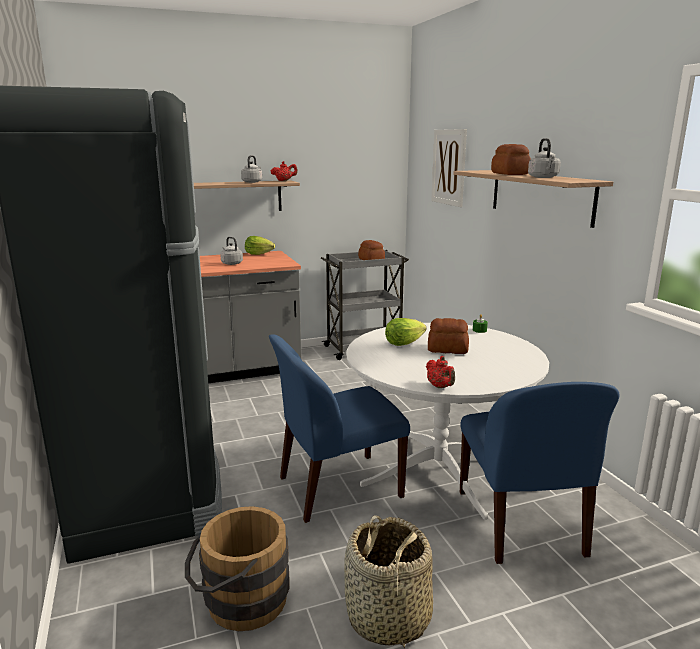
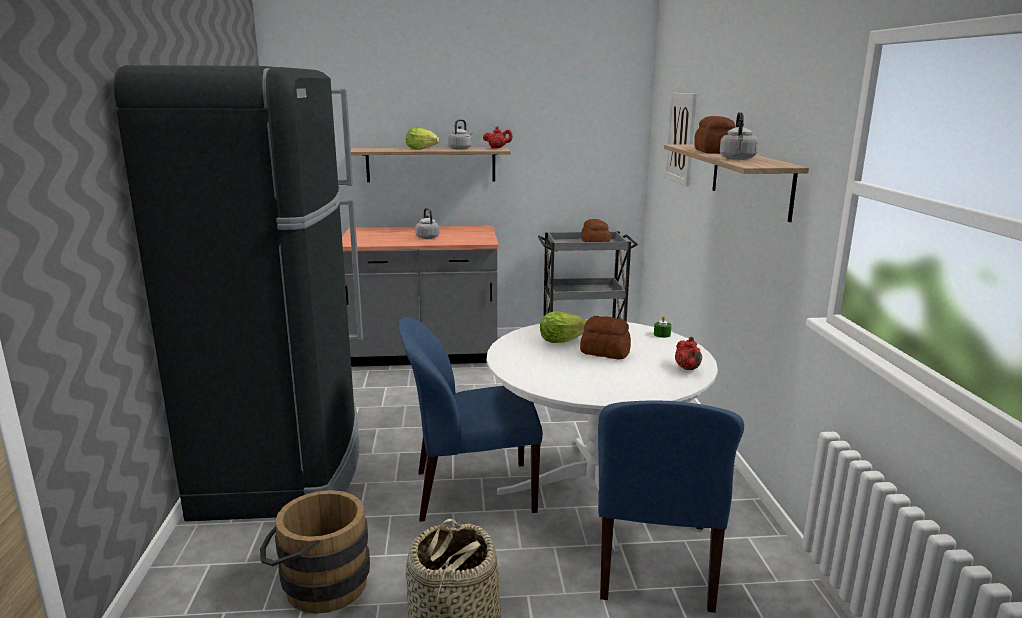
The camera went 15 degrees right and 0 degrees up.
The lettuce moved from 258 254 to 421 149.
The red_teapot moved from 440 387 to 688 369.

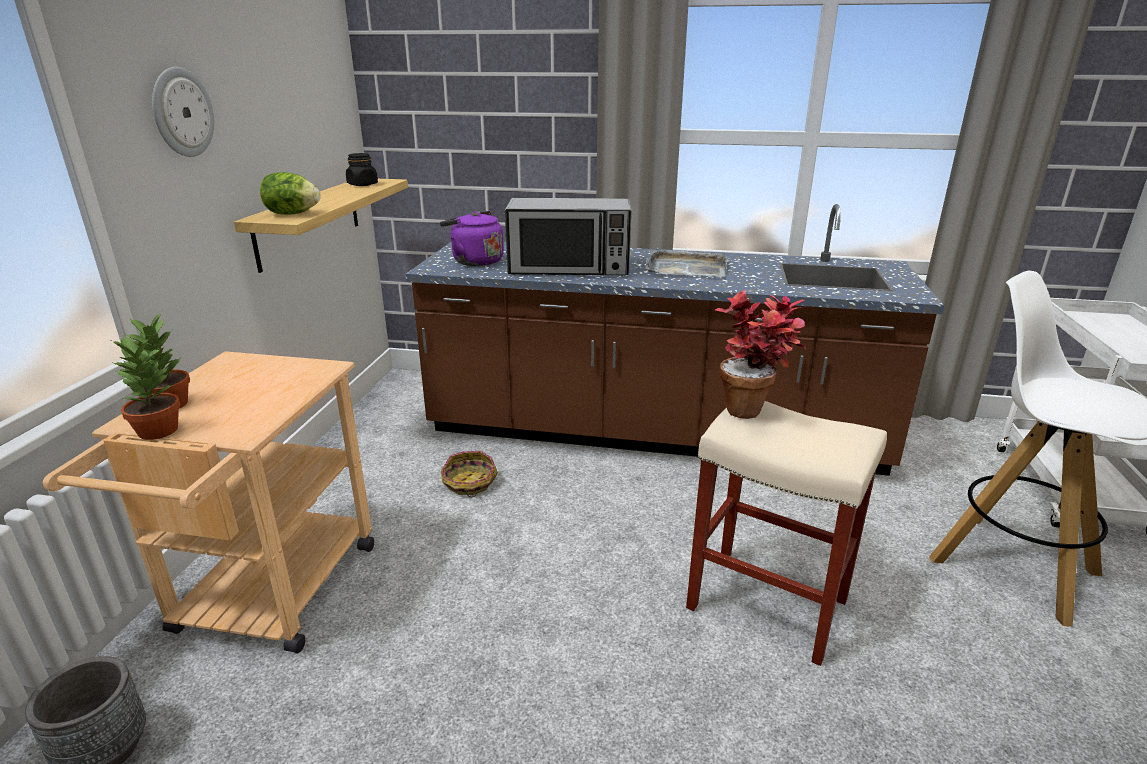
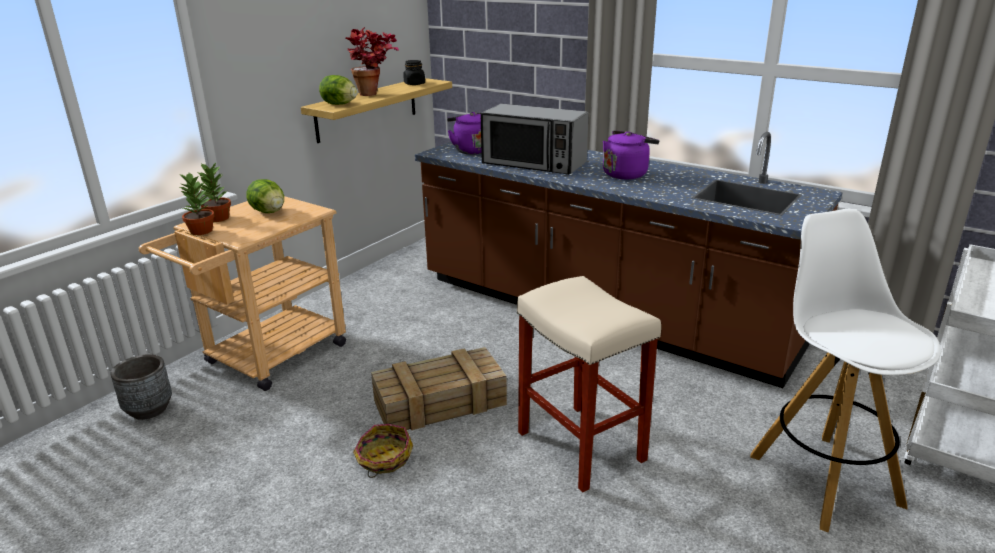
The camera went 25 degrees right and 0 degrees up.
The wall_clock at 182 112 disappeared.
The basket moved from 469 483 to 384 459.
The grey_tray at 685 268 was replaced by the purple_kettle at 626 174.
The potted_plant moved from 754 409 to 375 94.
The lettuce at 269 212 appeared.
The crate at 441 402 appeared.

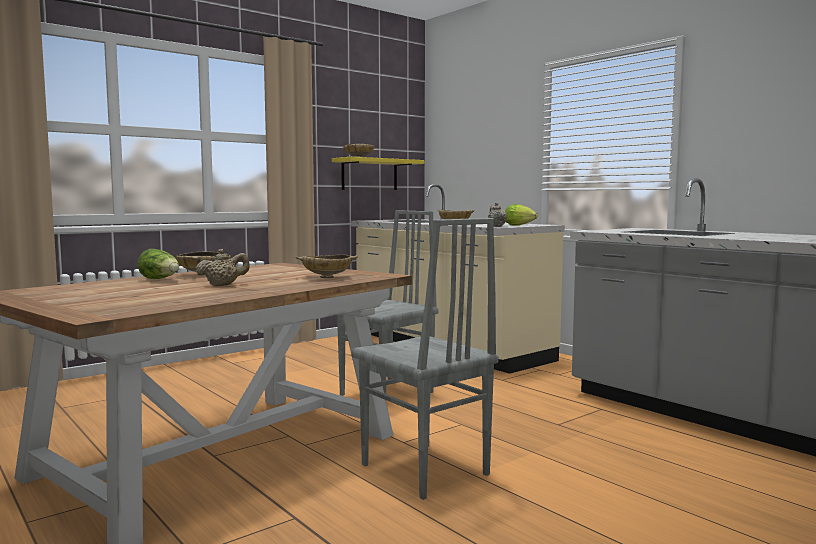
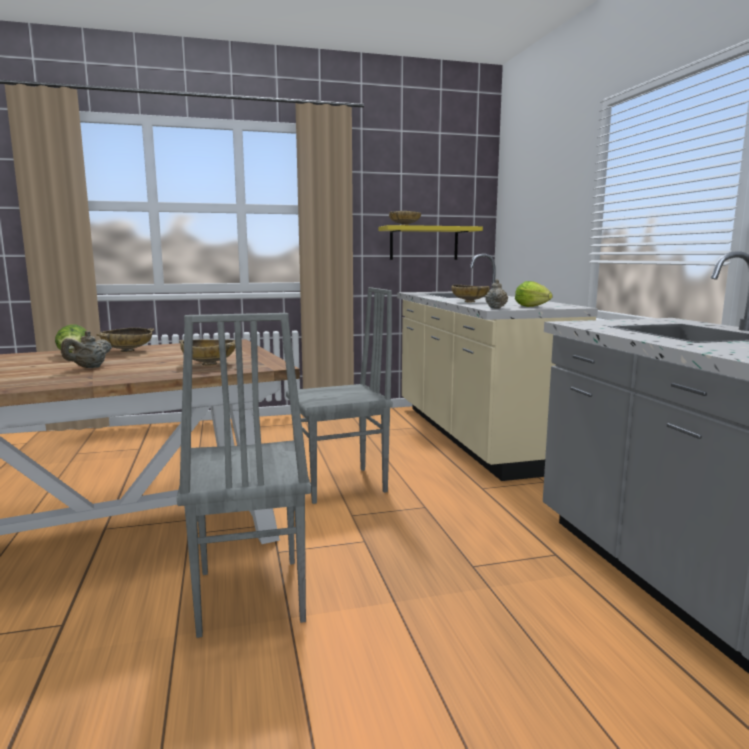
The camera went 25 degrees right and 5 degrees up.
The beige_teapot at 223 285 turned 120 degrees clockwise.

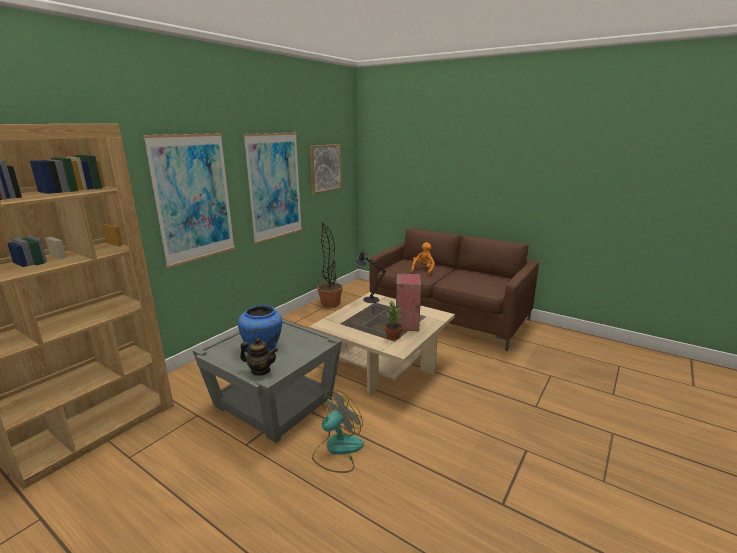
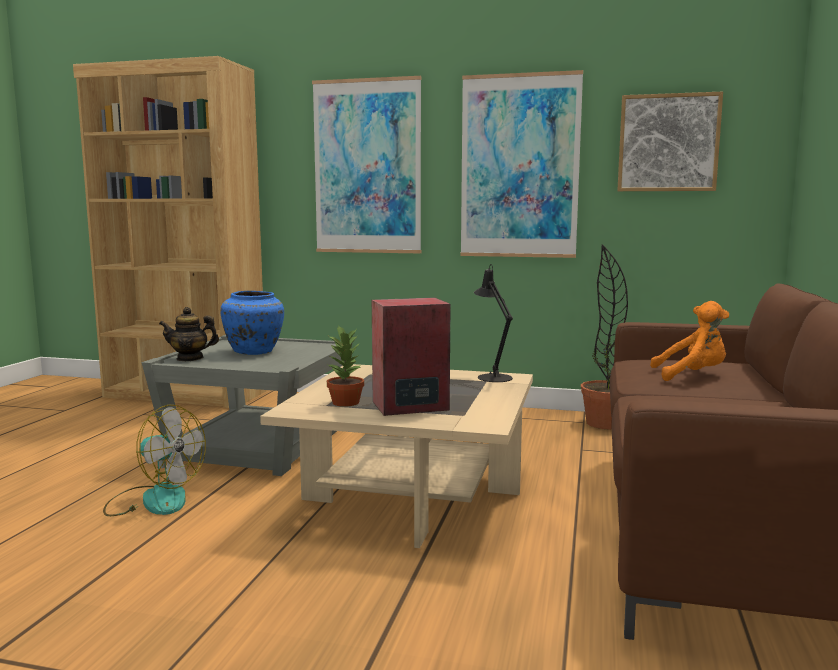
The camera went 70 degrees right and 10 degrees down.
The teapot at 260 371 turned 90 degrees clockwise.

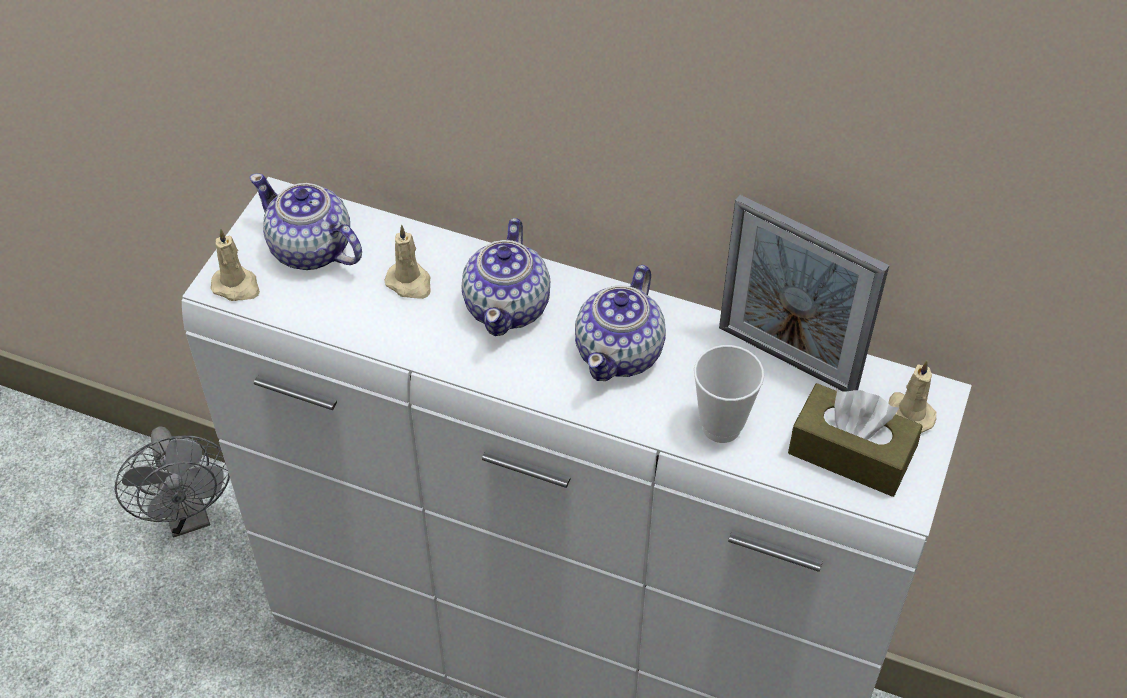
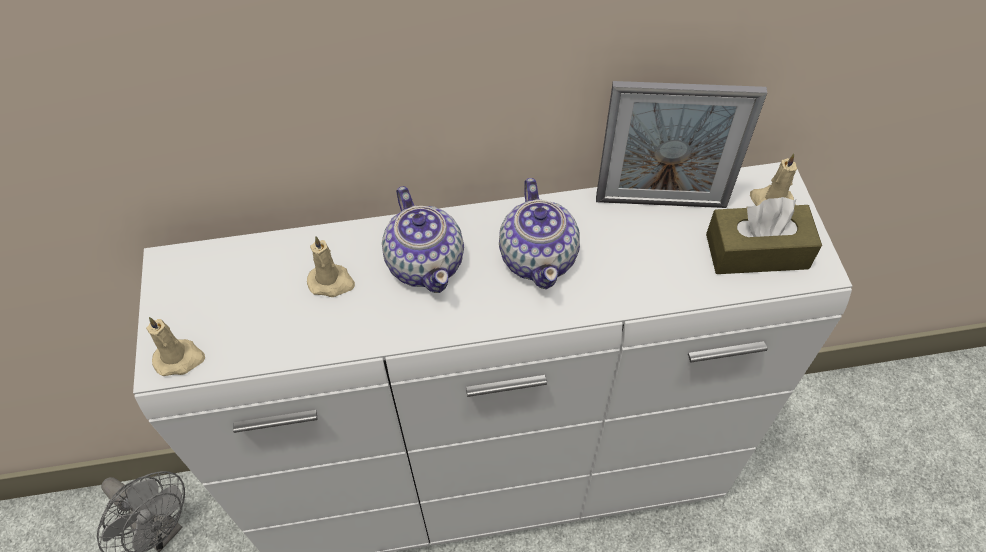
The camera went 30 degrees left and 5 degrees up.
The teapot at 311 250 disappeared.
The cup at 721 427 disappeared.

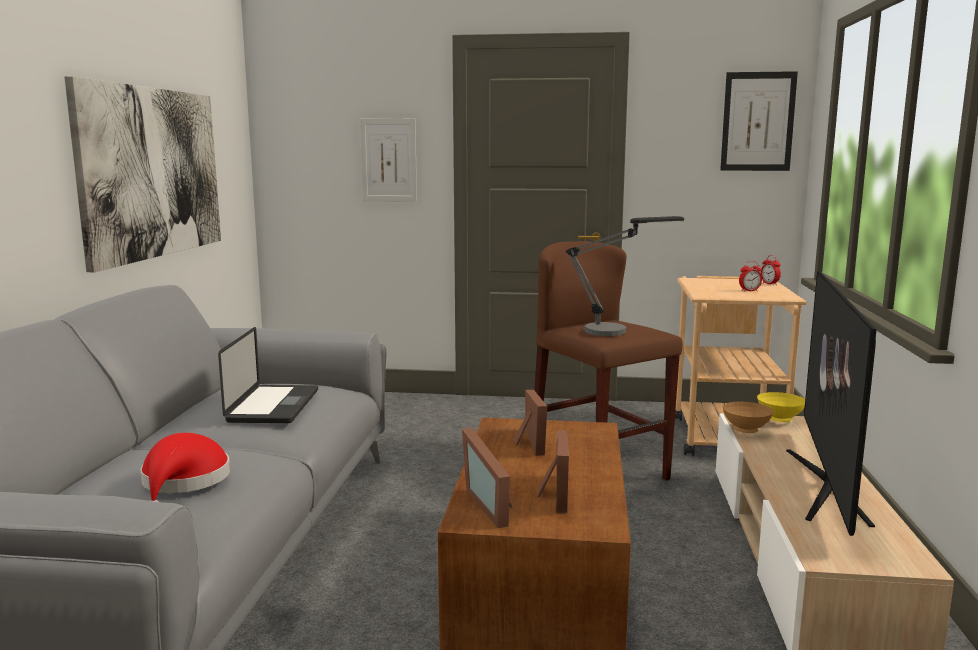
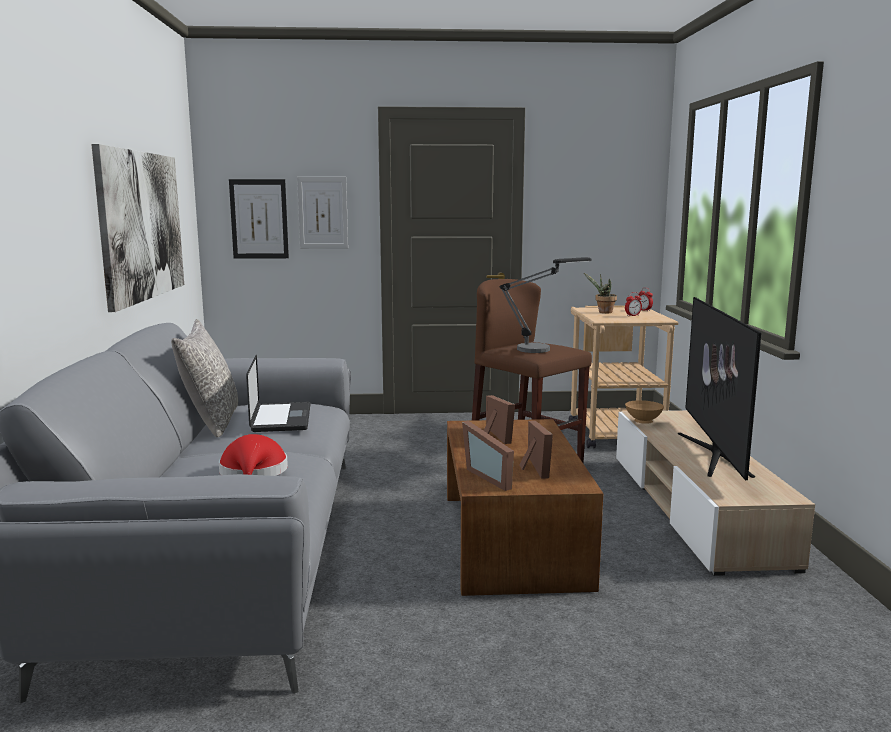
The camera went 10 degrees left and 0 degrees up.
The picture moved from 758 121 to 259 219.
The yellow_bowl at 780 420 disappeared.
The grey_pillow at 211 421 appeared.
The potted_plant at 603 312 appeared.

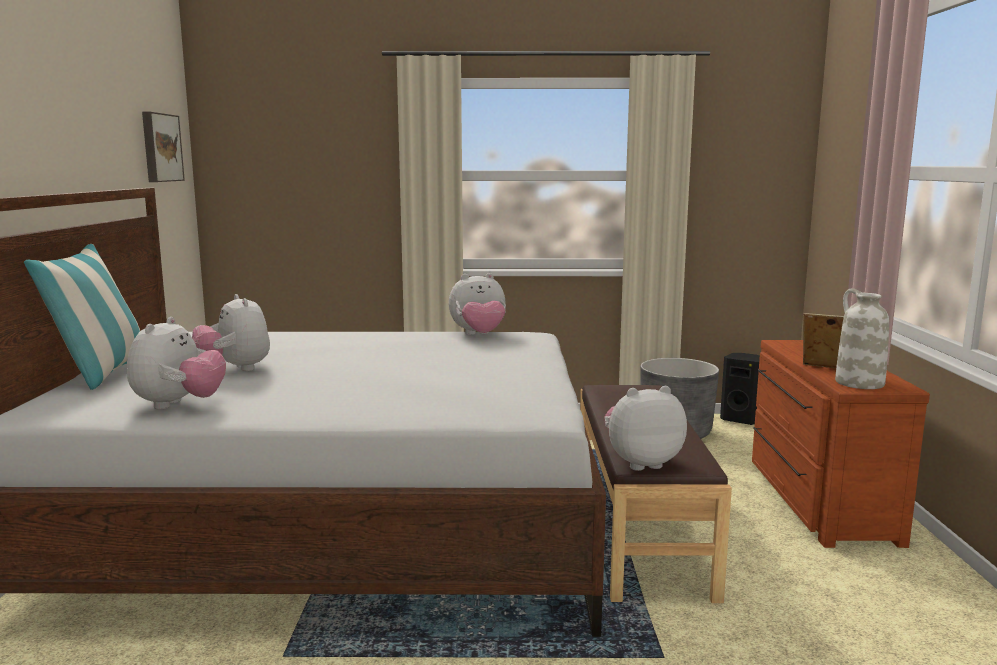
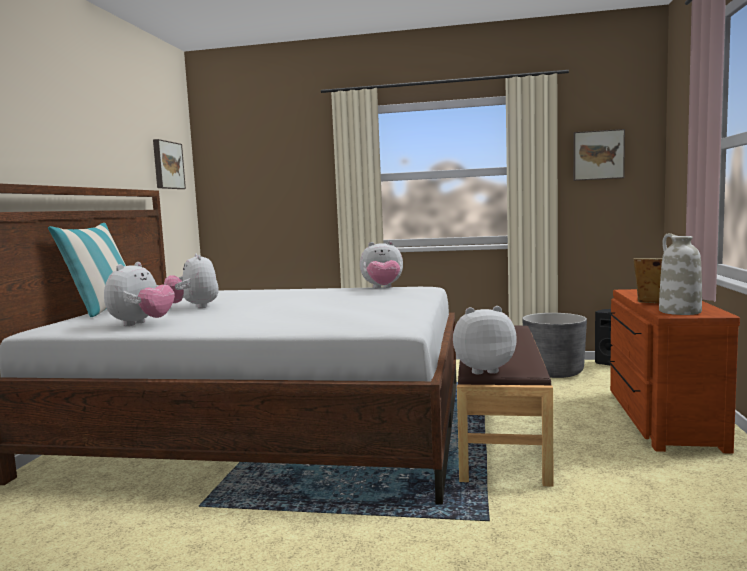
The camera went 10 degrees right and 5 degrees down.
The picture at 598 155 appeared.

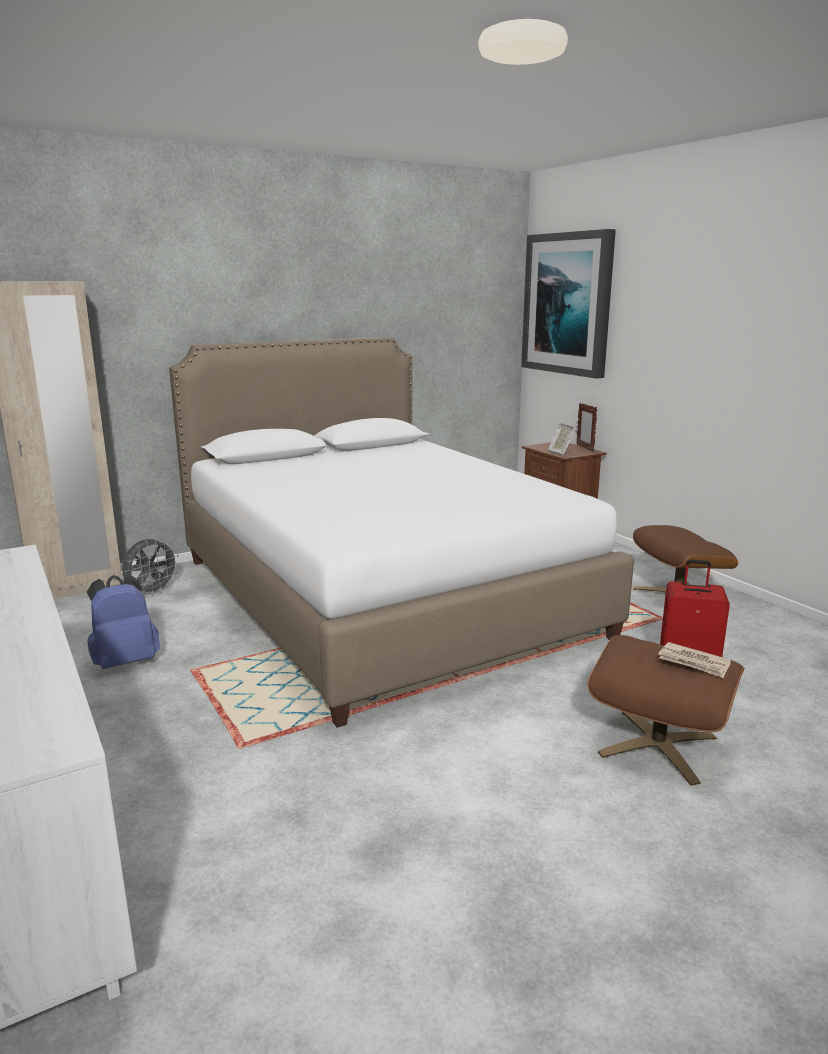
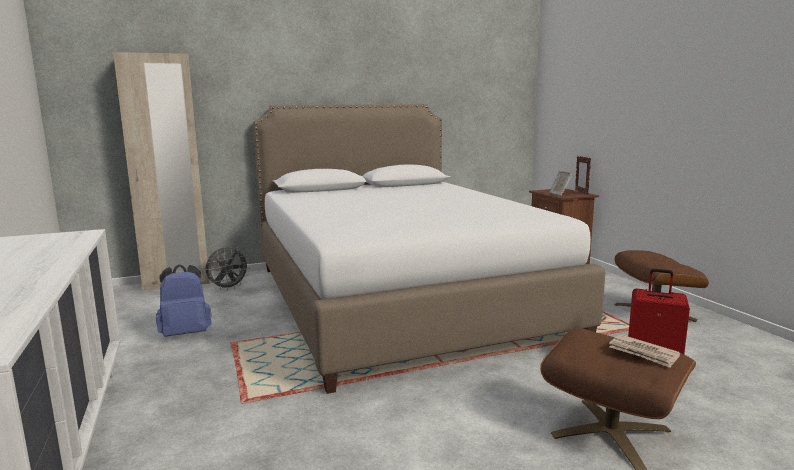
The camera went 10 degrees right and 5 degrees down.
The picture at 568 304 disappeared.

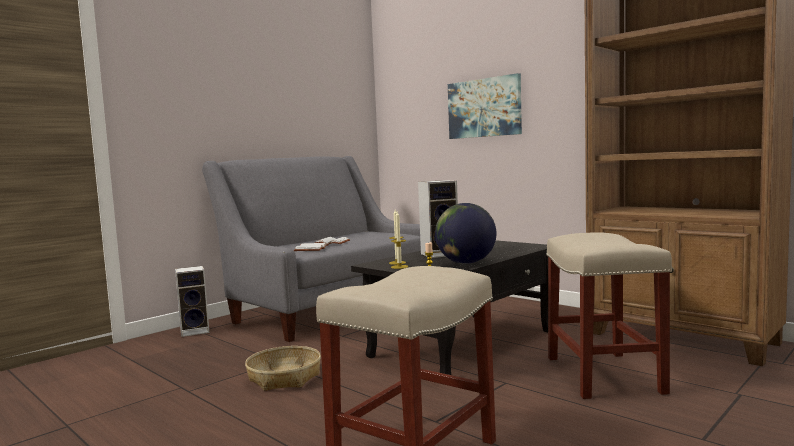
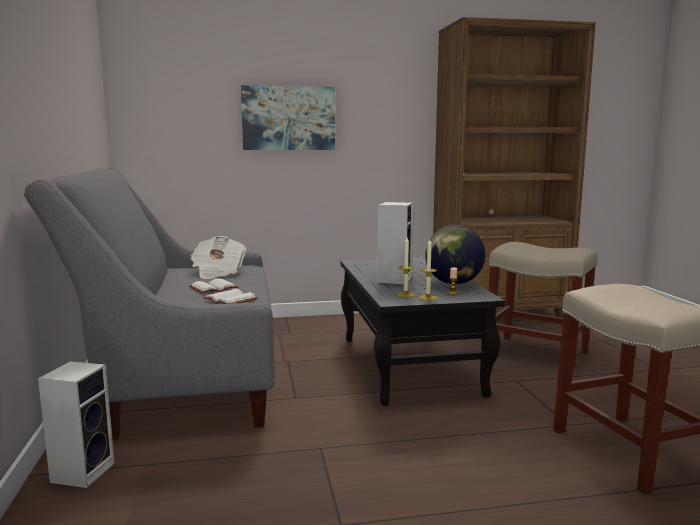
The camera went 55 degrees left and 5 degrees up.
The basket at 284 377 disappeared.
The newspaper at 218 272 appeared.

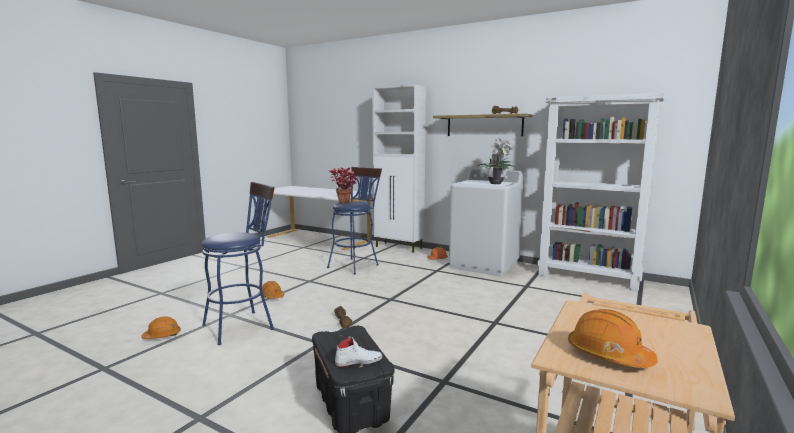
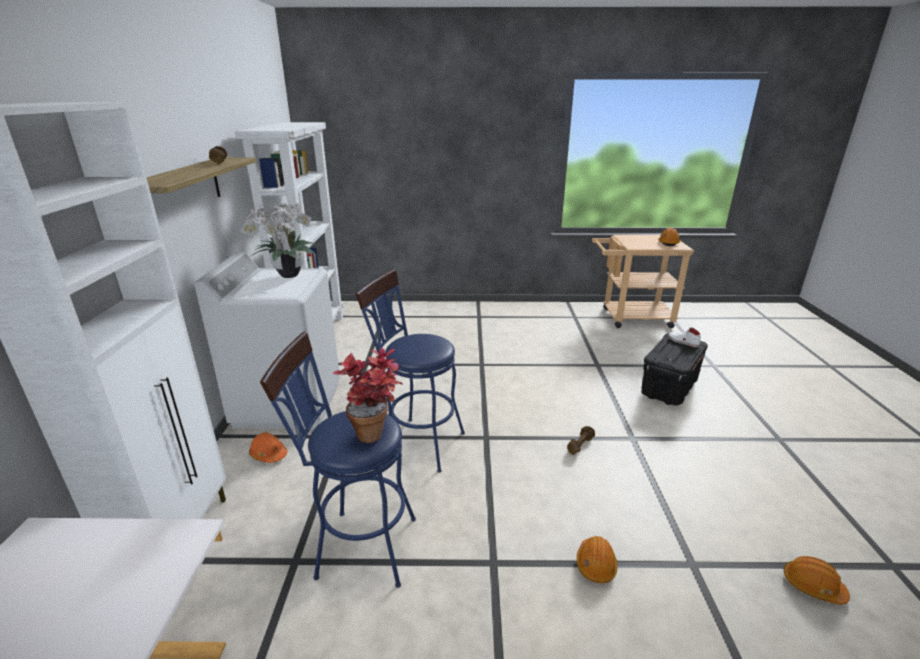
The camera went 120 degrees left and 15 degrees up.
The blue_stool moved from 244 325 to 416 442.

